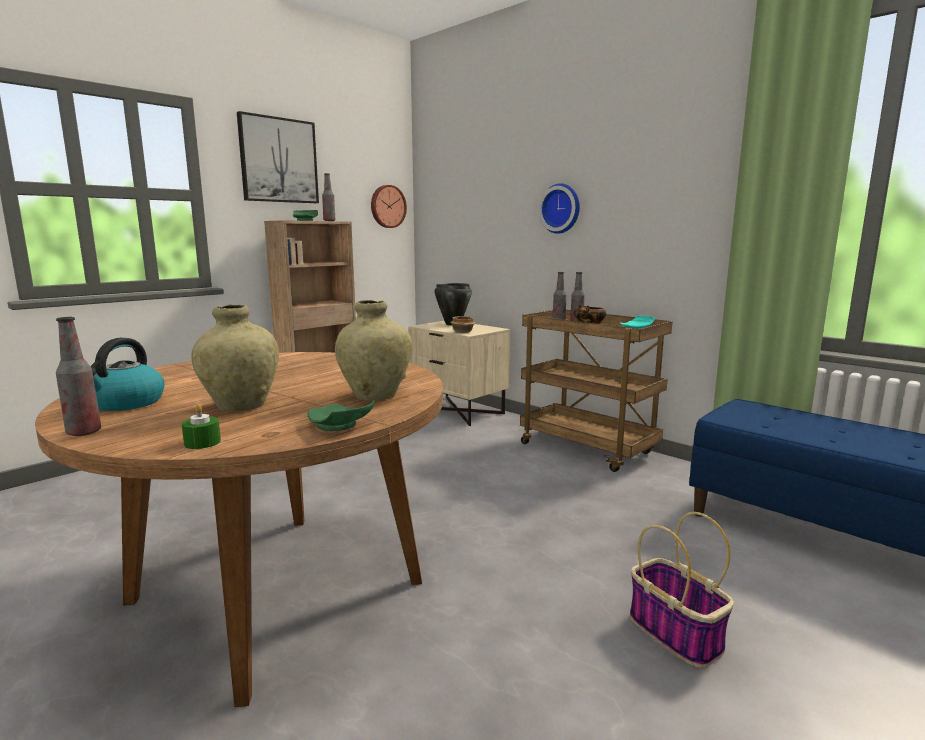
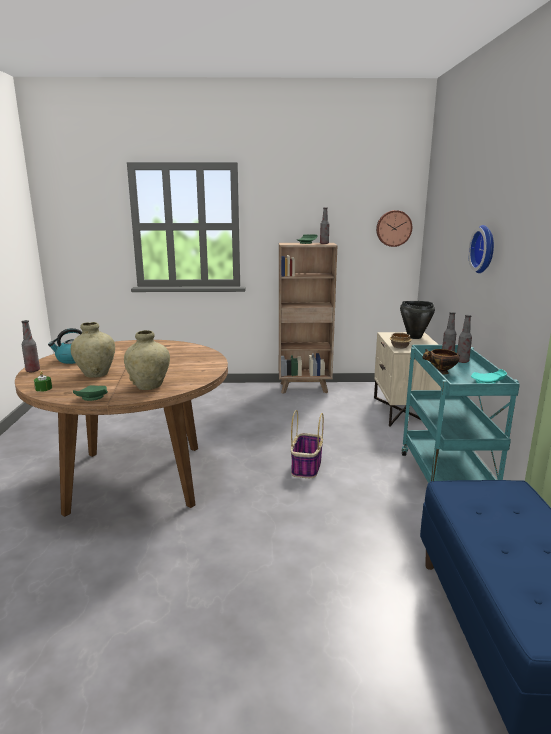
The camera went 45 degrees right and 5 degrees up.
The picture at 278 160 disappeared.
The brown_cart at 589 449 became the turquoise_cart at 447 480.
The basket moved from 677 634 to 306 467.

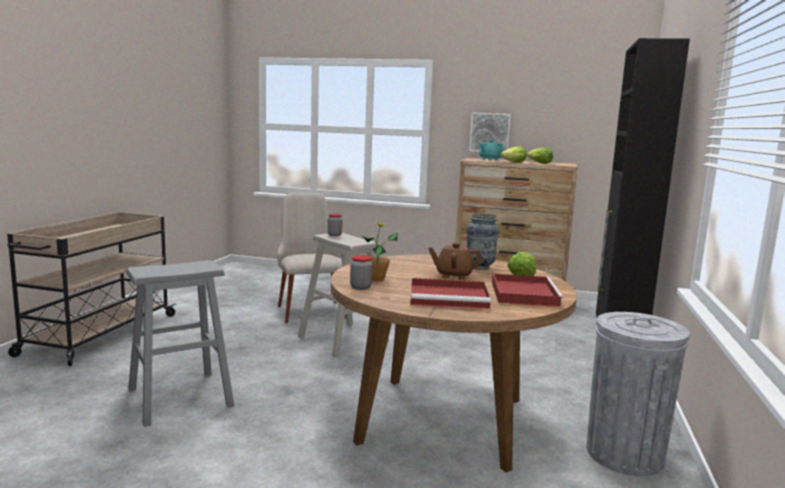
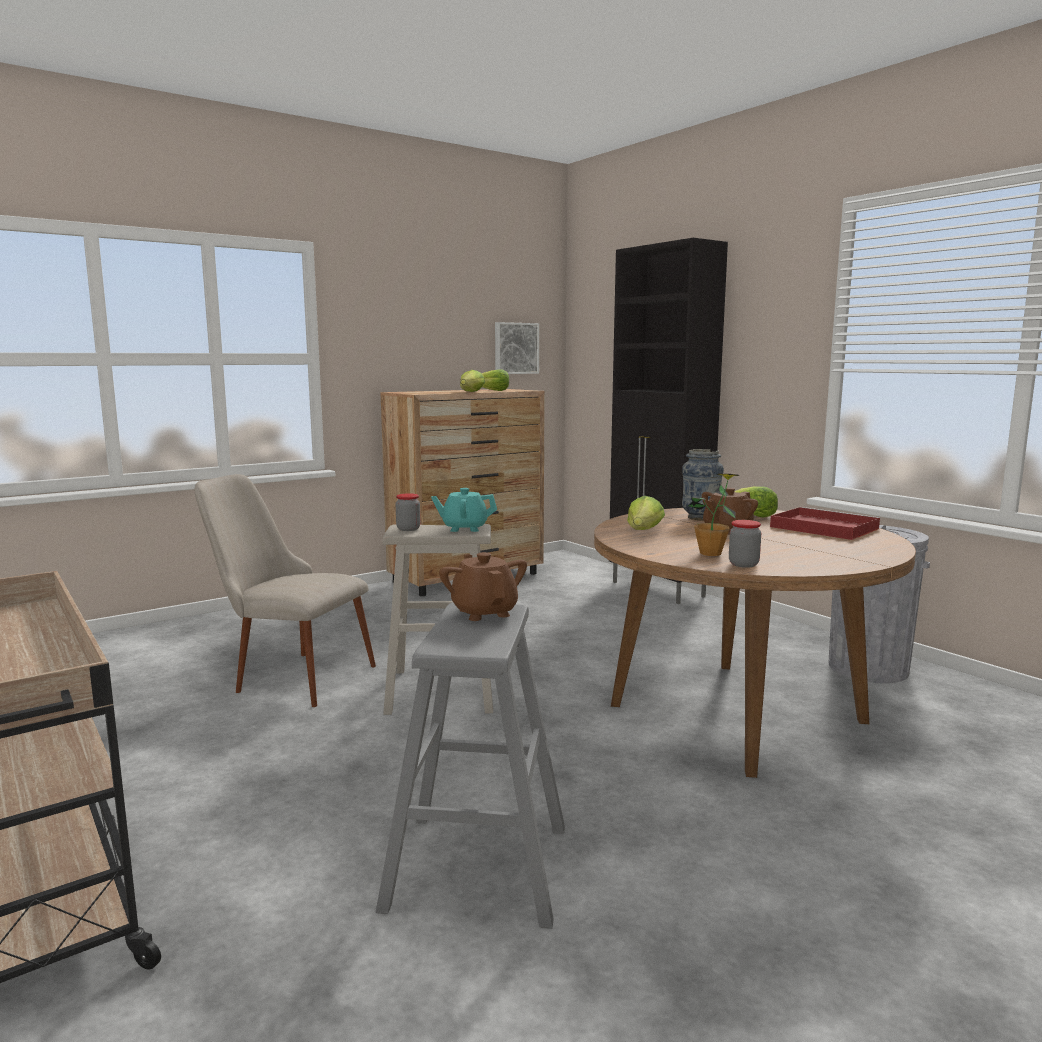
The camera went 50 degrees left and 0 degrees up.
The red_tray at 450 297 disappeared.
The picture moved from 490 132 to 515 348.
The turquoise_teapot moved from 490 159 to 464 528.
The brown_teapot at 484 612 appeared.
The lettuce at 644 531 appeared.

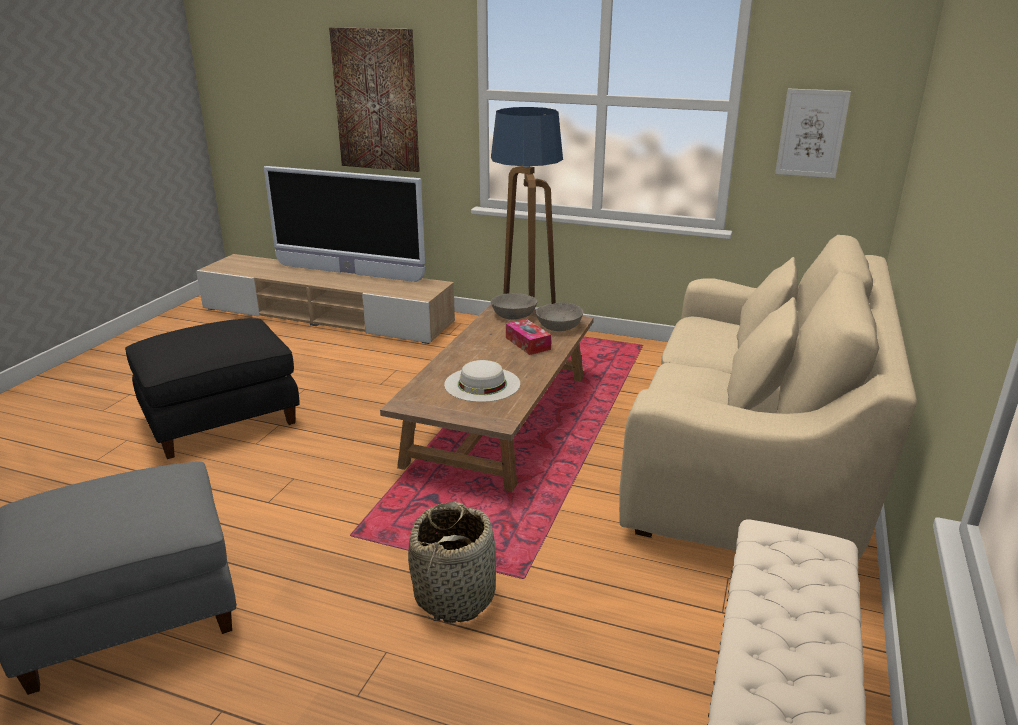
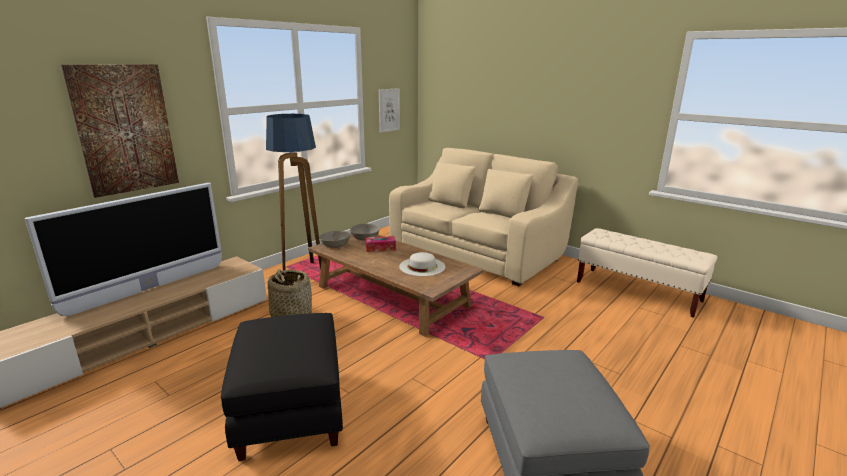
The camera went 70 degrees left and 5 degrees down.
The basket moved from 455 595 to 291 314.

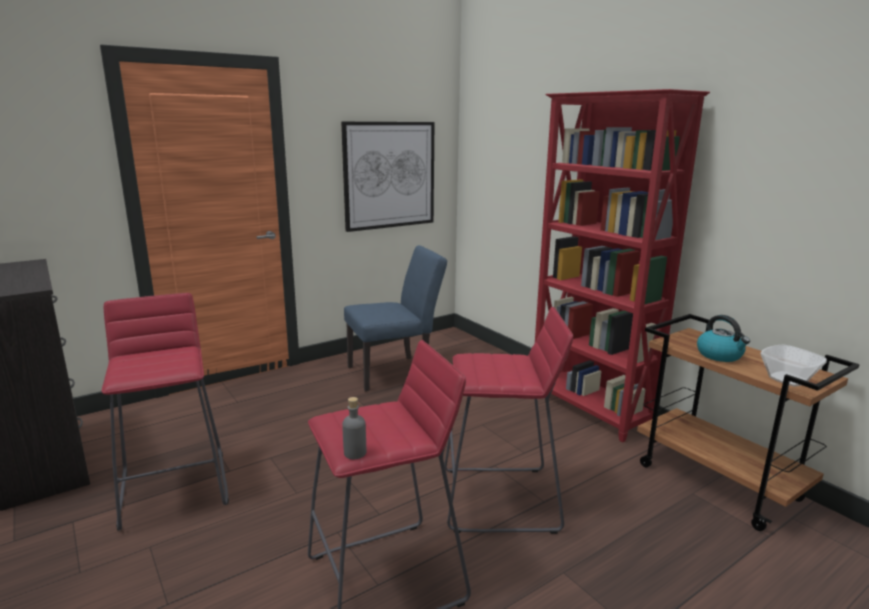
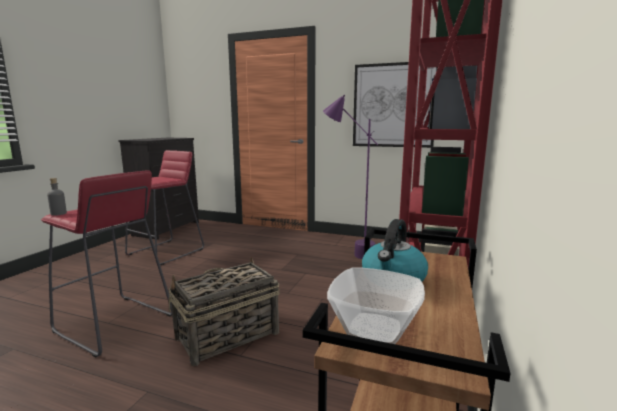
The camera went 55 degrees right and 5 degrees down.
The blue_chair at 395 372 was replaced by the purple_floor_lamp at 348 253.
The red_stool at 500 499 was replaced by the basket at 226 336.

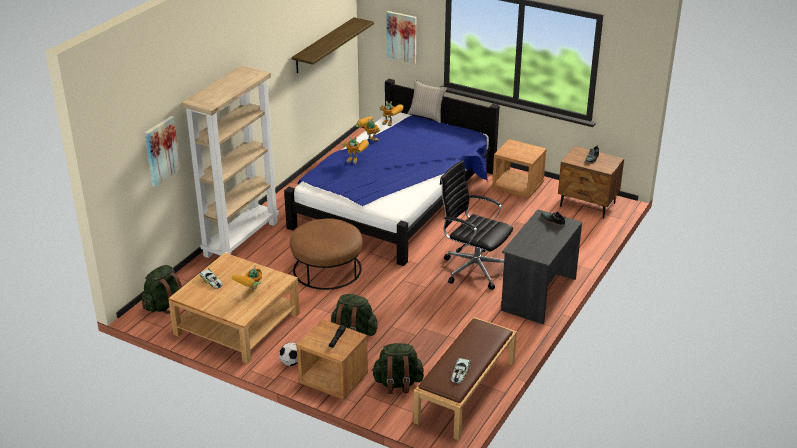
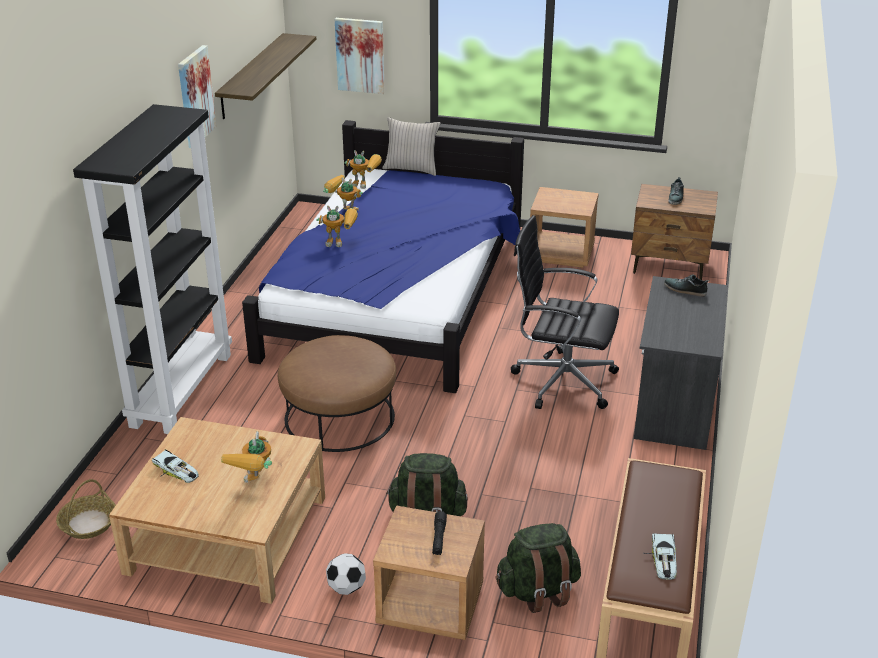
The camera went 15 degrees left and 0 degrees up.
The green_backpack at 164 305 was replaced by the basket at 88 524.
The picture moved from 161 151 to 195 96.
The beige_bookcase at 241 238 became the black_bookcase at 181 389.

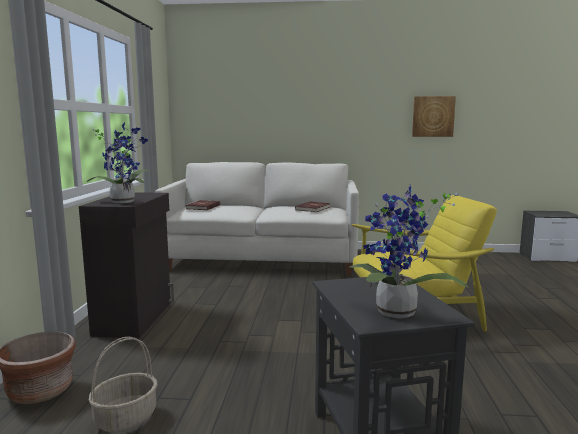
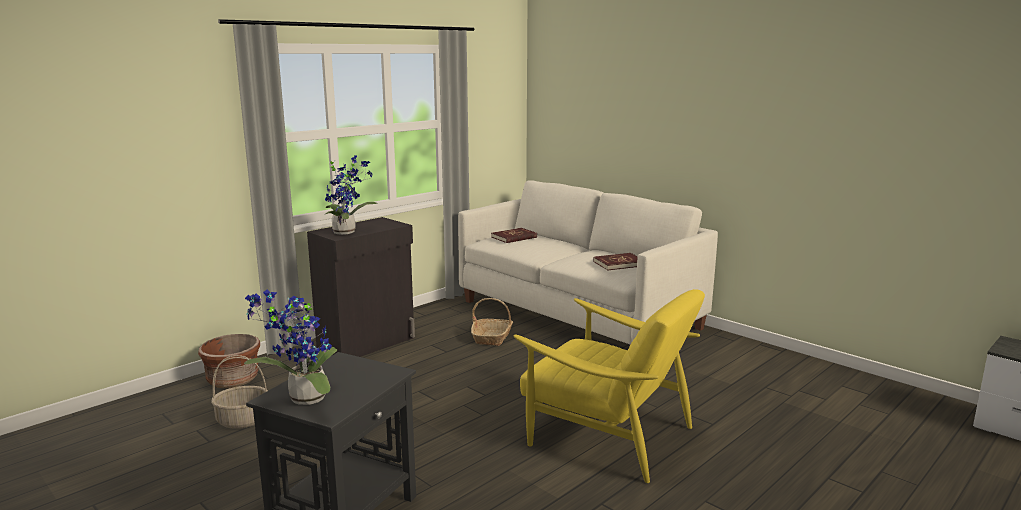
The camera went 40 degrees right and 5 degrees up.
The picture at 433 116 disappeared.
The basket at 492 337 appeared.

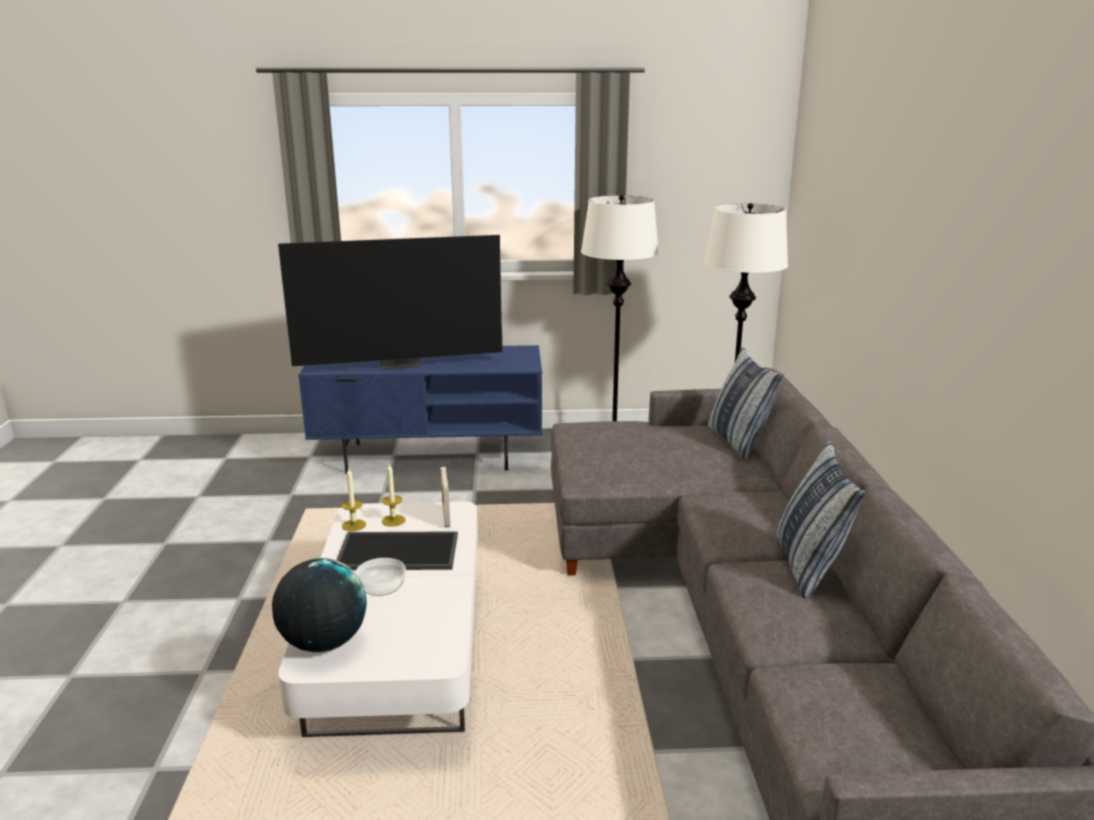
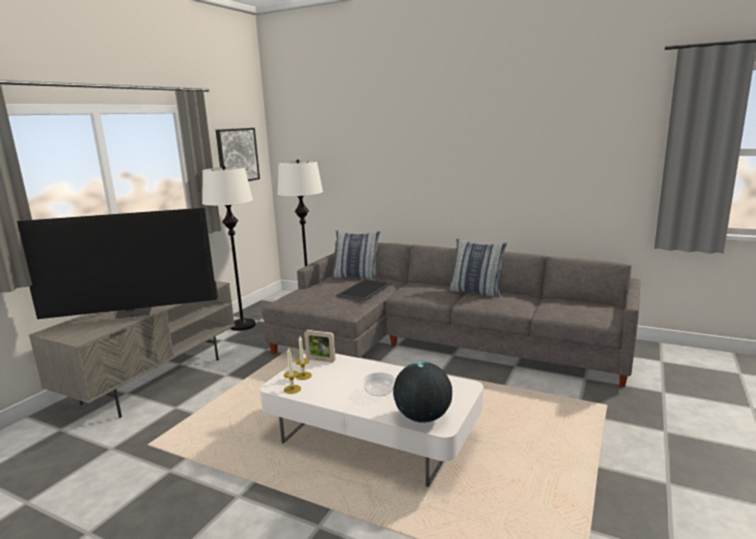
The camera went 60 degrees left and 5 degrees down.
The television at 400 364 turned 60 degrees clockwise.
The blue_tv_stand at 431 456 became the grey_tv_stand at 154 379.
The tray moved from 396 553 to 365 290.
The picture at 237 155 appeared.

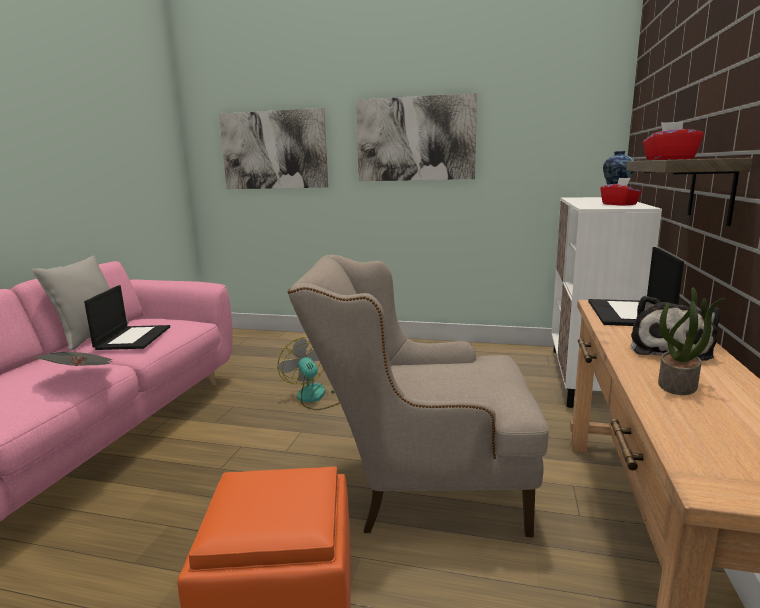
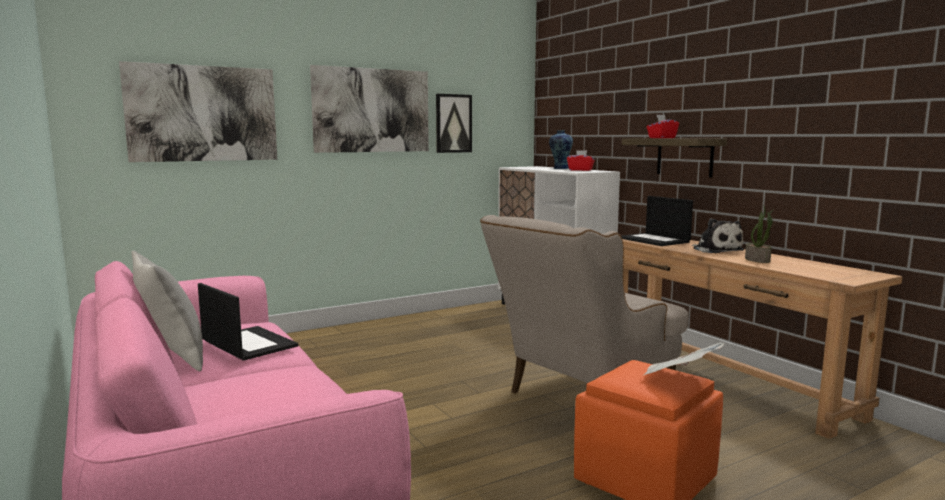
The camera went 45 degrees left and 5 degrees down.
The newspaper moved from 82 377 to 679 379.
The fan at 315 397 disappeared.
The picture at 453 123 appeared.

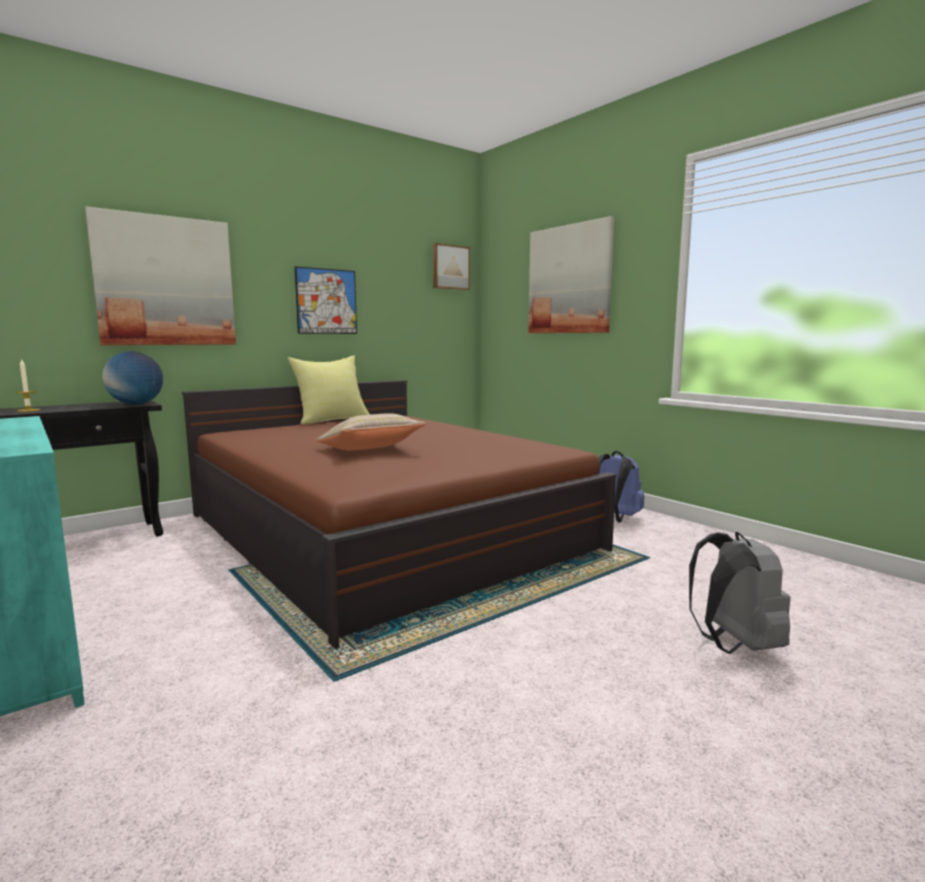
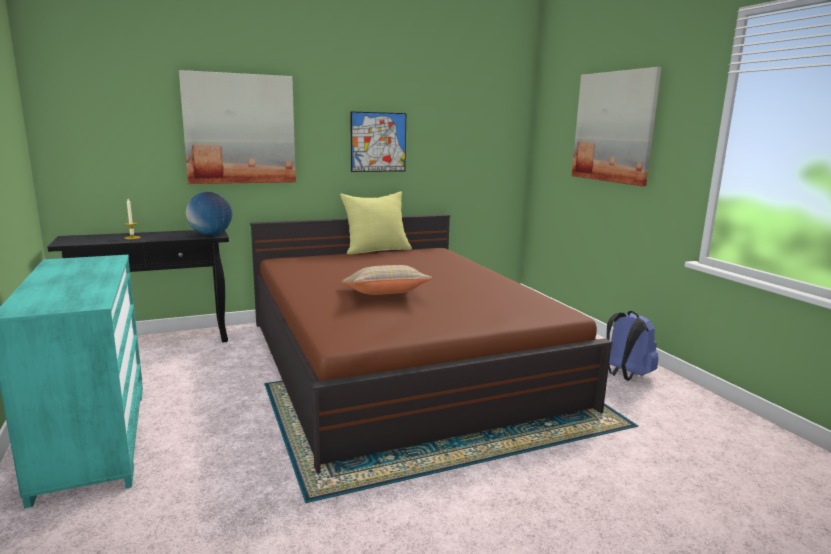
The camera went 15 degrees right and 5 degrees up.
The picture at 450 267 disappeared.
The grey_backpack at 734 644 disappeared.

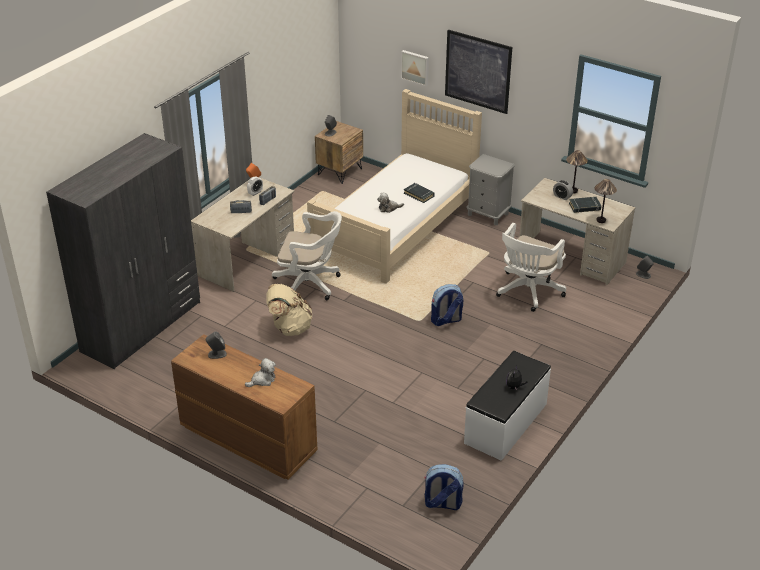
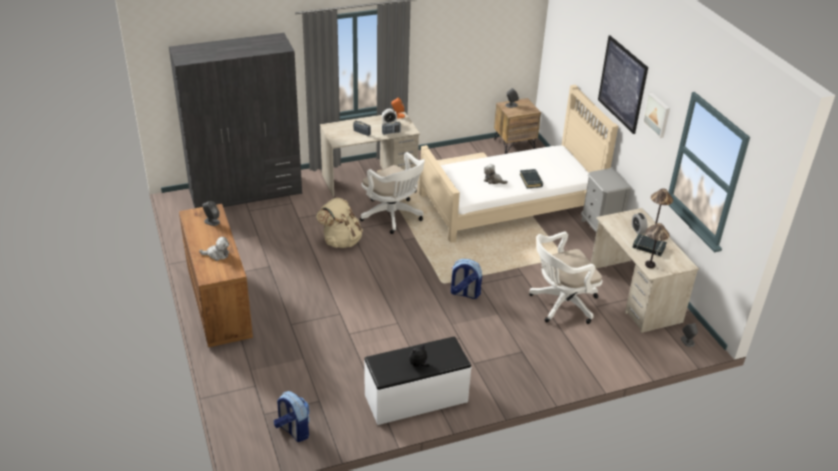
The camera went 35 degrees right and 0 degrees up.
The picture moved from 415 67 to 657 115.

